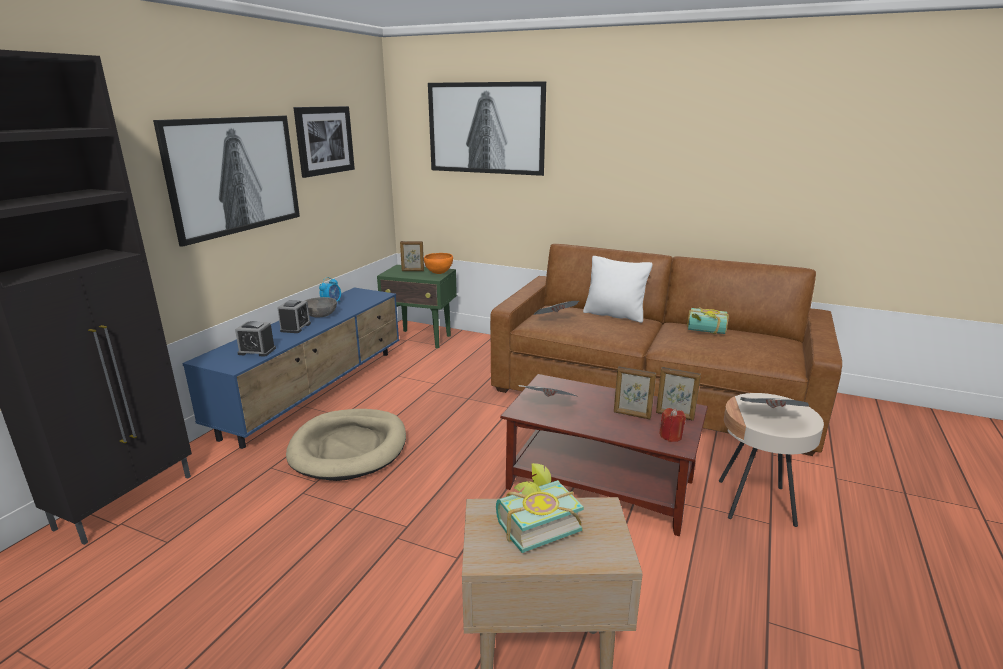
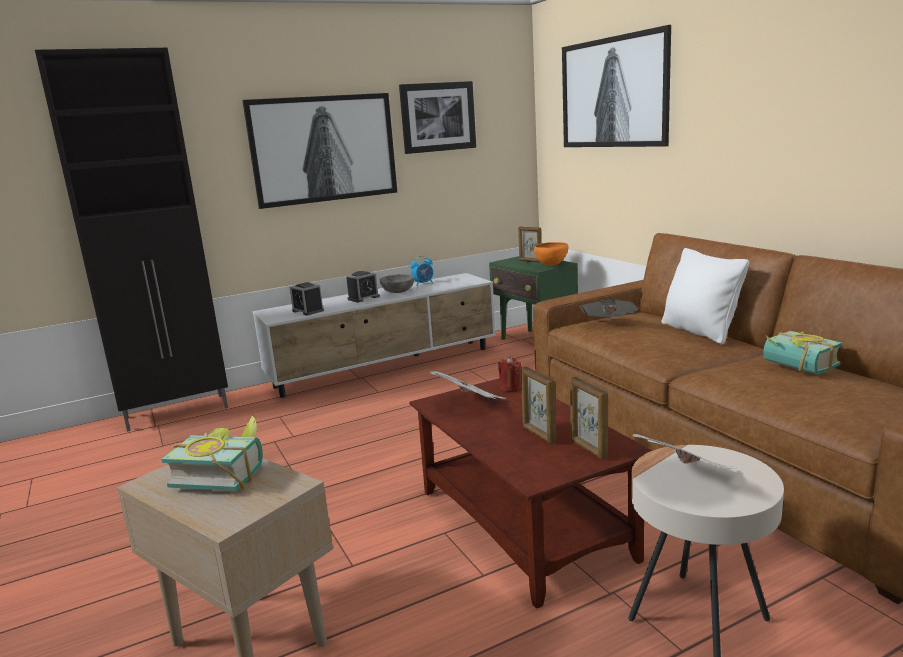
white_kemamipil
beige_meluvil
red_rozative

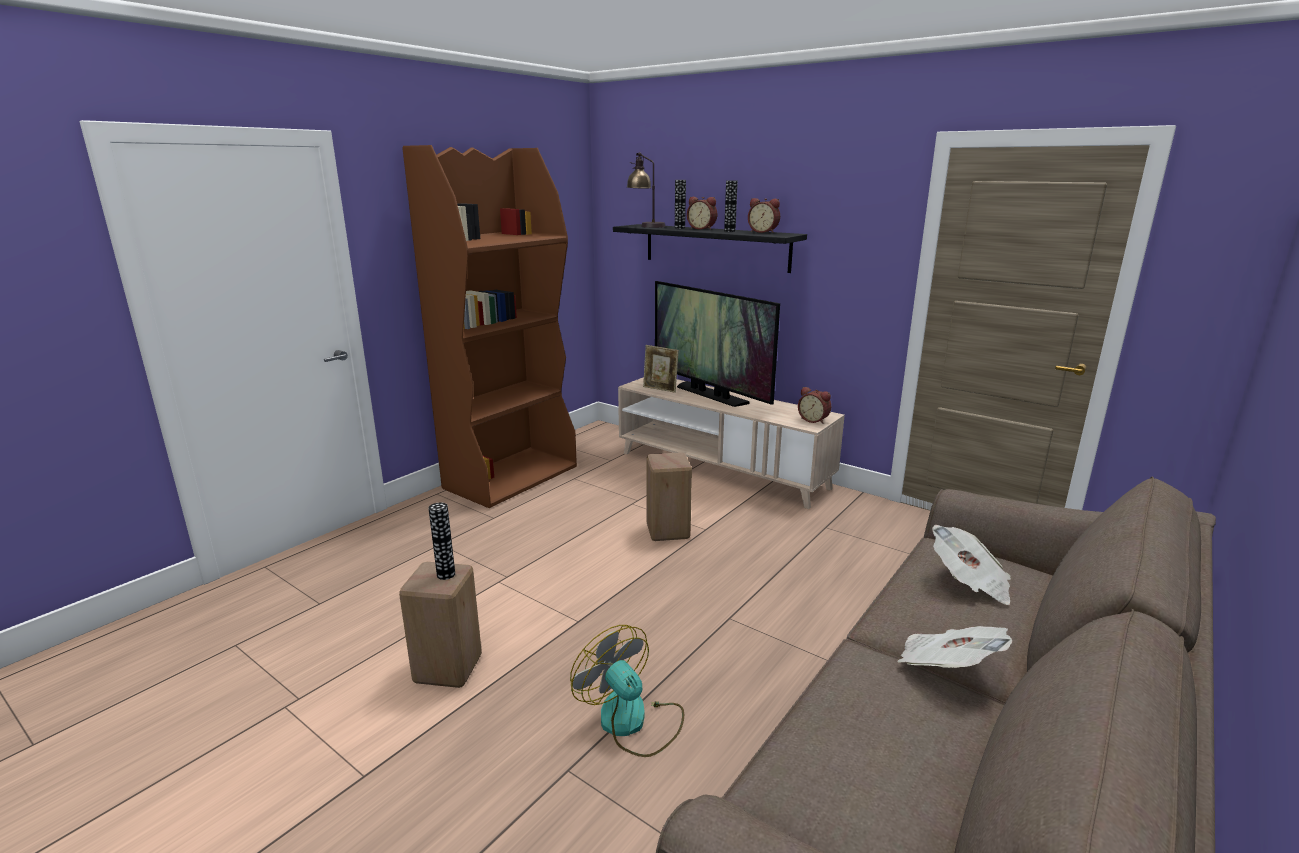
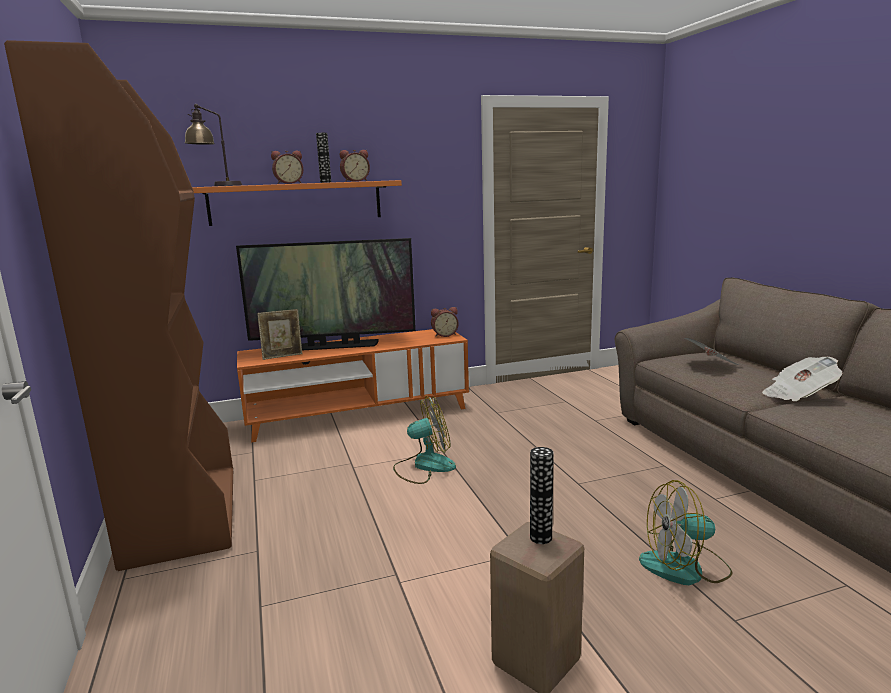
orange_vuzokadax
orange_kemamipil
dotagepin (1st from left)
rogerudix (2nd from left in the first image)

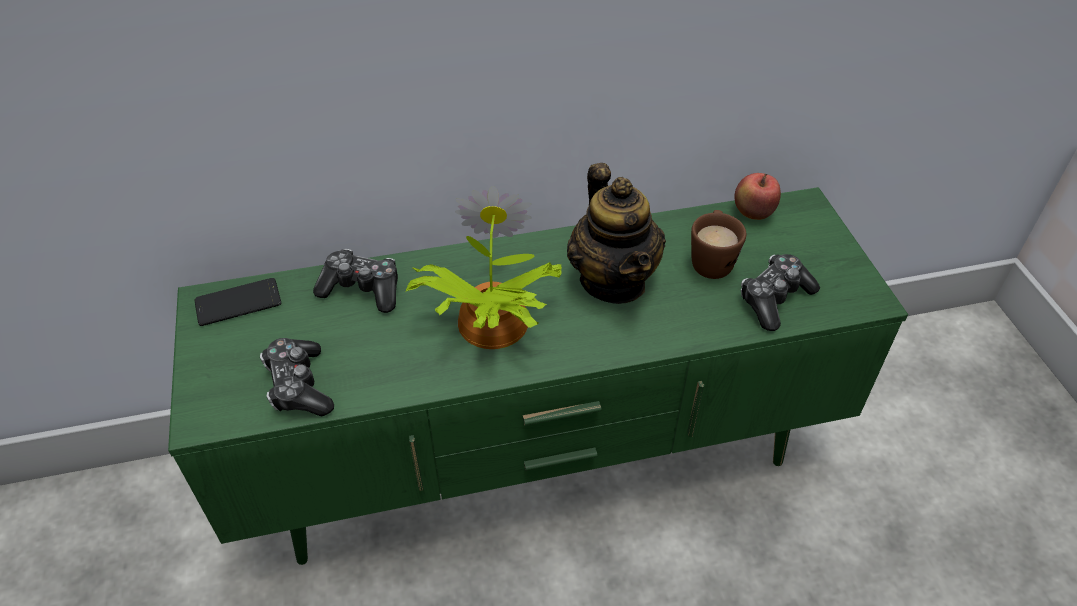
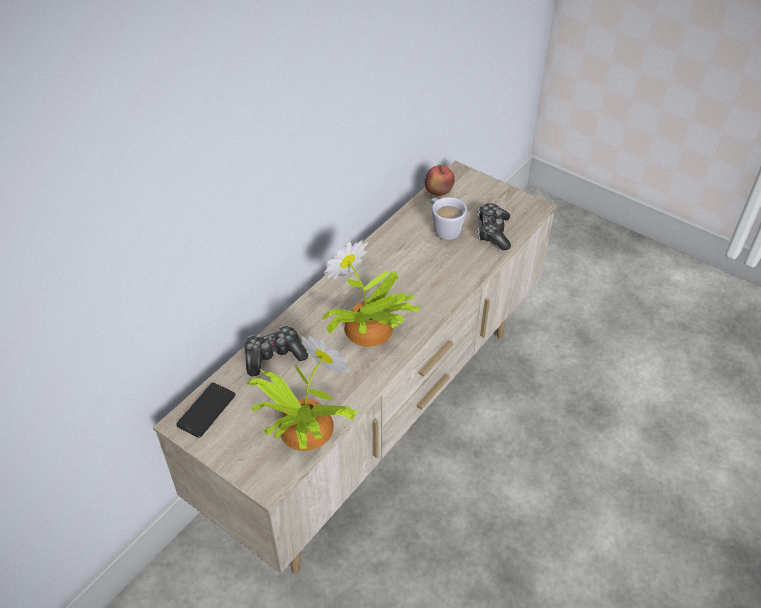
beige_kemamipil
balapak (1st from left)
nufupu
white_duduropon

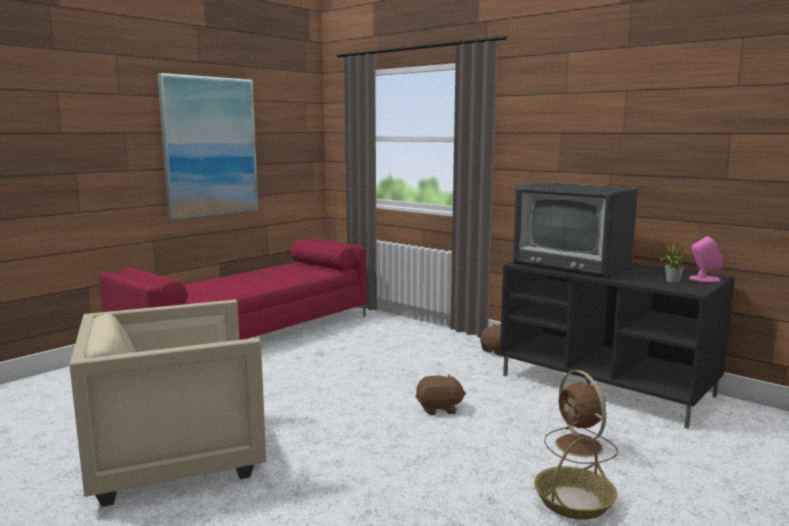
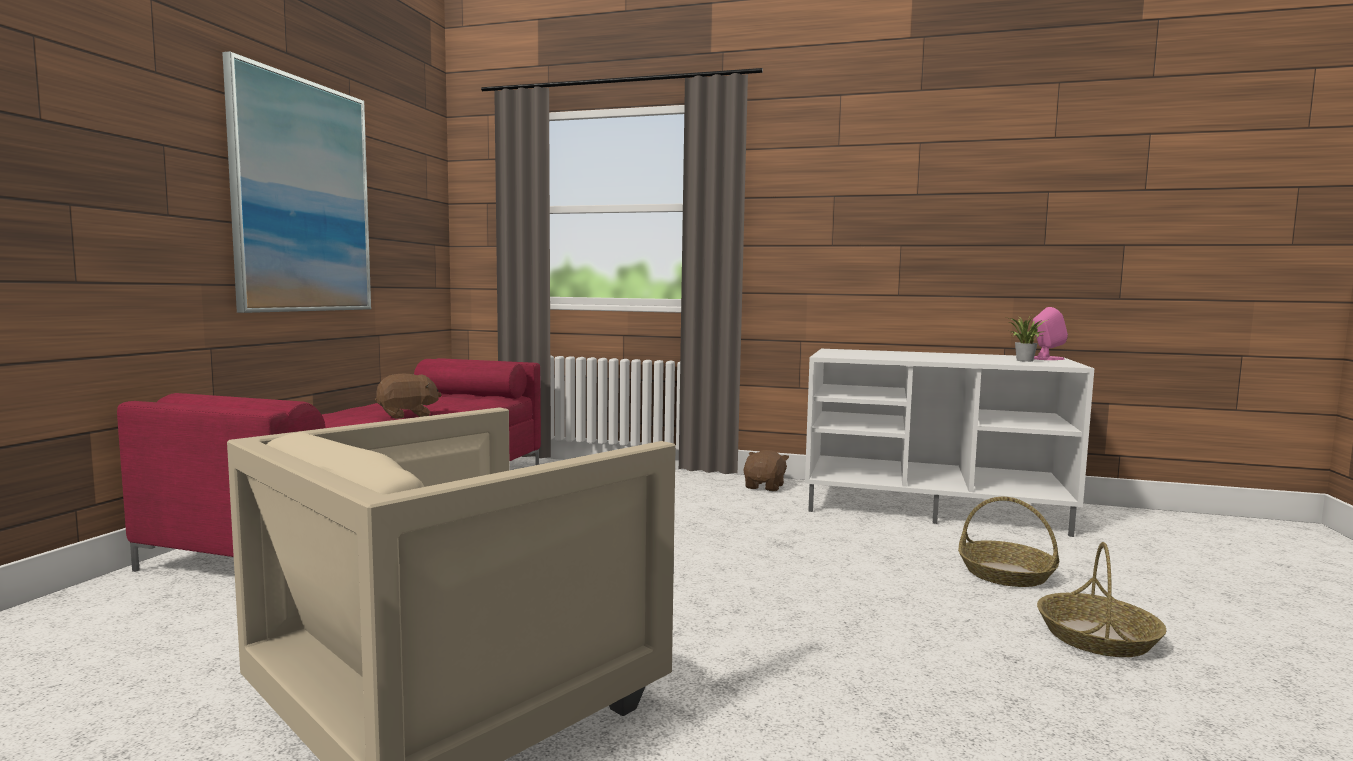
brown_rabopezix (1st from left)
white_kemamipil
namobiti
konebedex (1st from left)

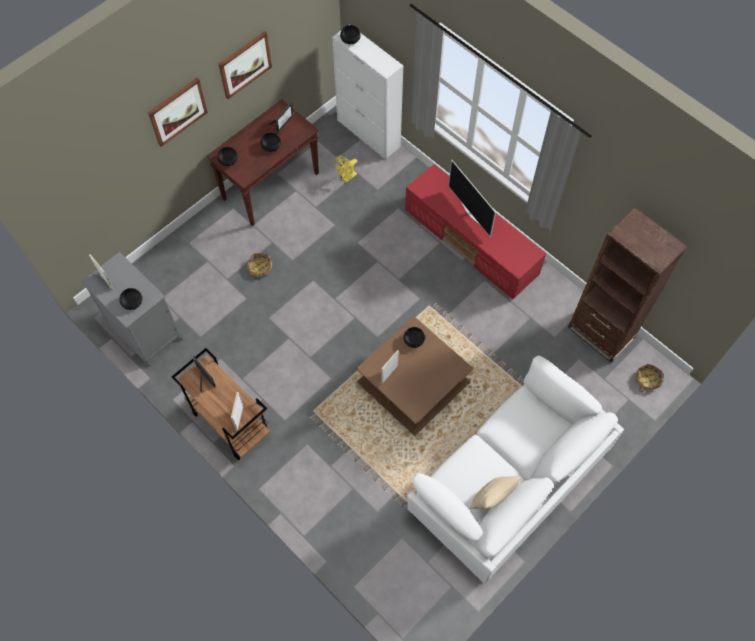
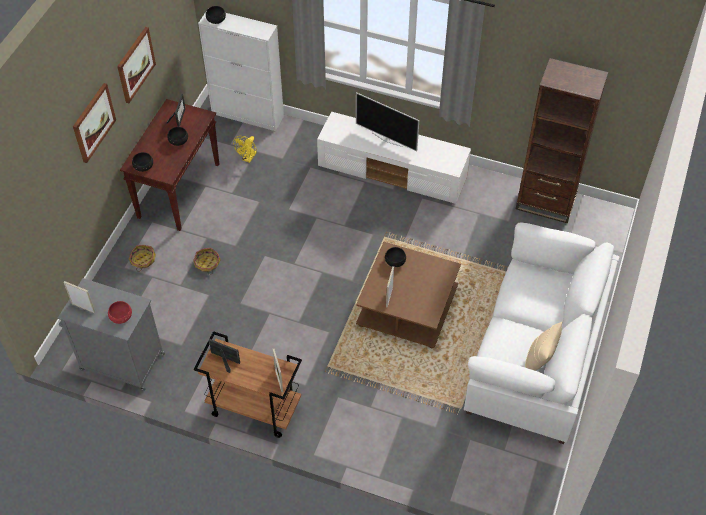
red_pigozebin
white_kemamipil
konebedex (1st from left)

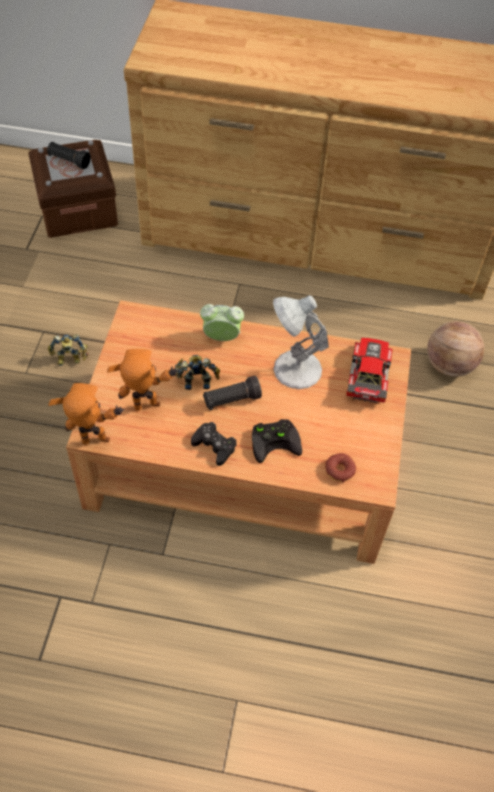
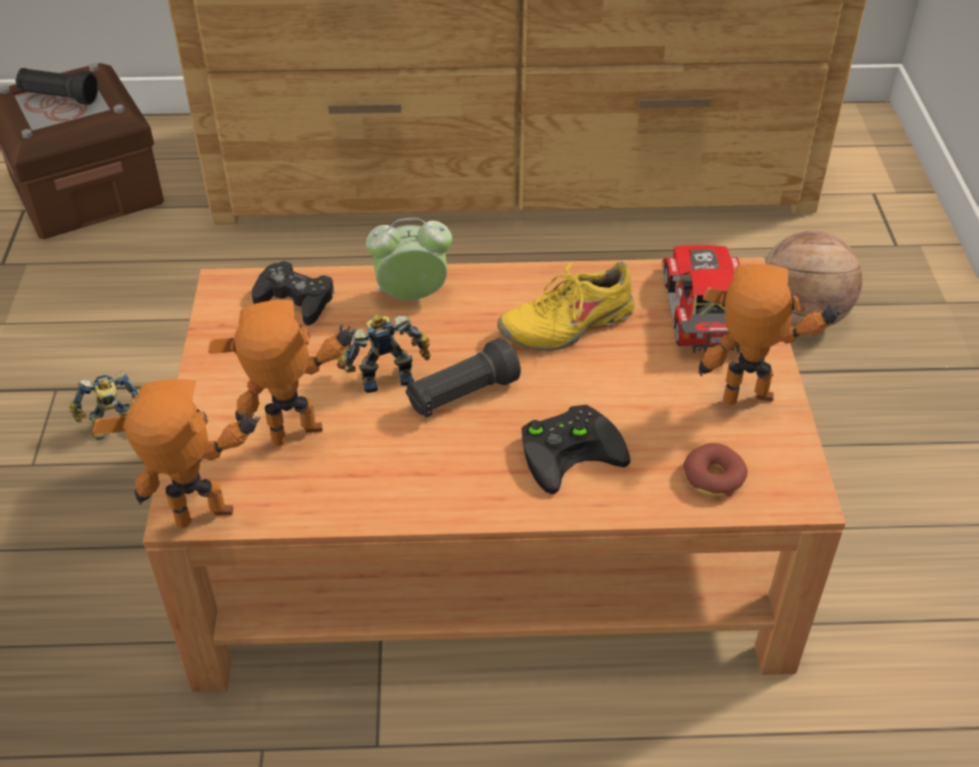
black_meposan (1st from left)
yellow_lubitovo
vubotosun (5th from left)

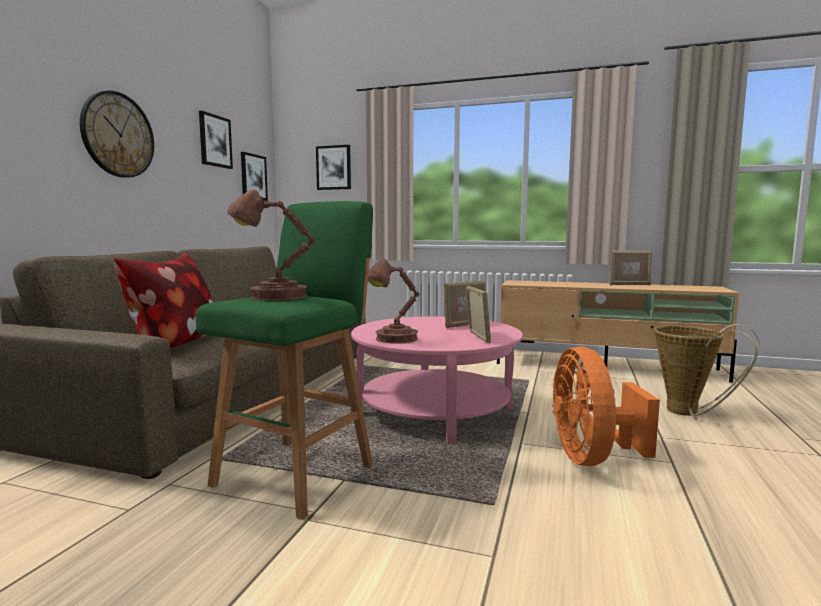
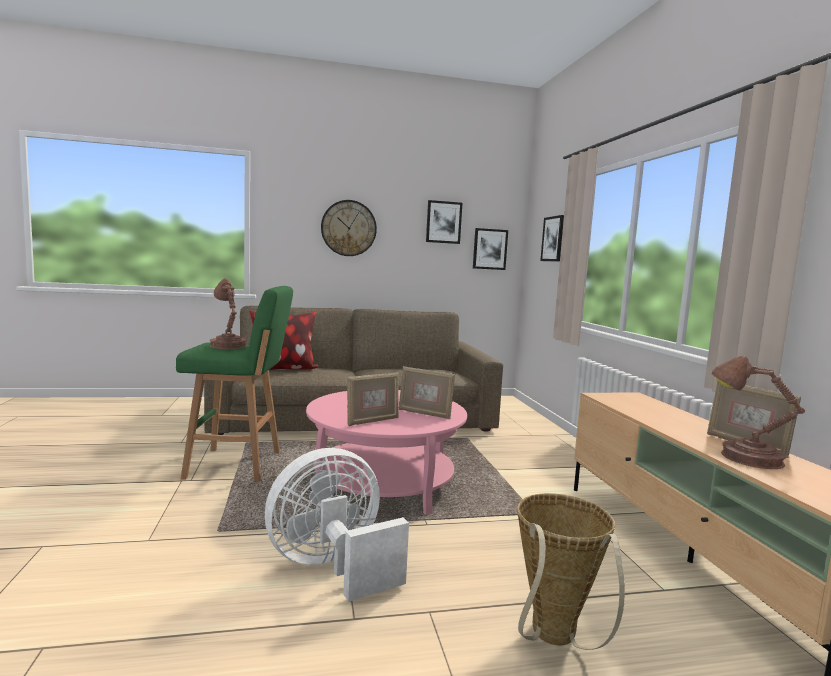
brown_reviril (2nd from left)
white_dotagepin

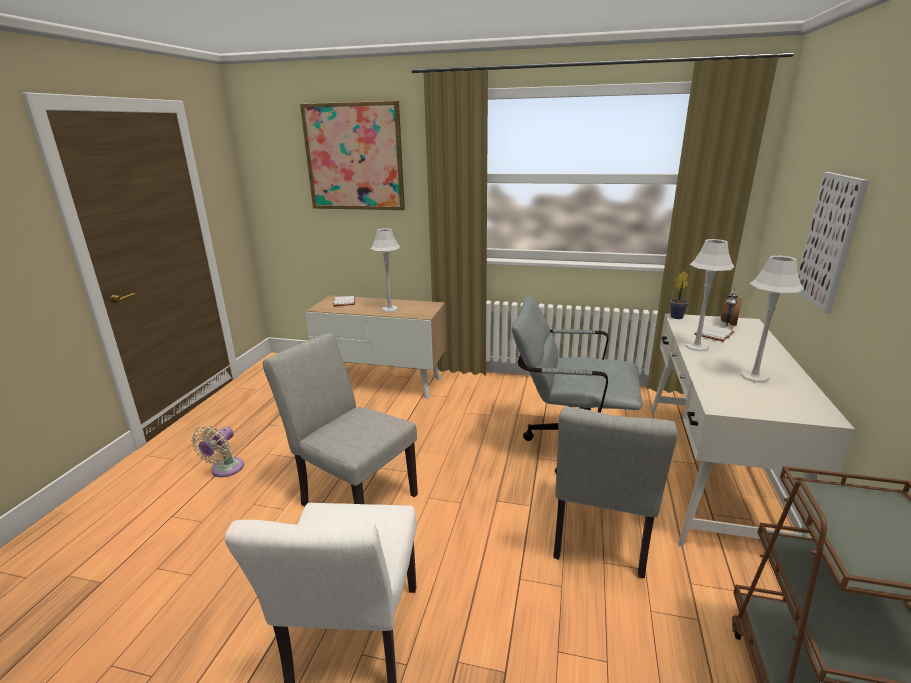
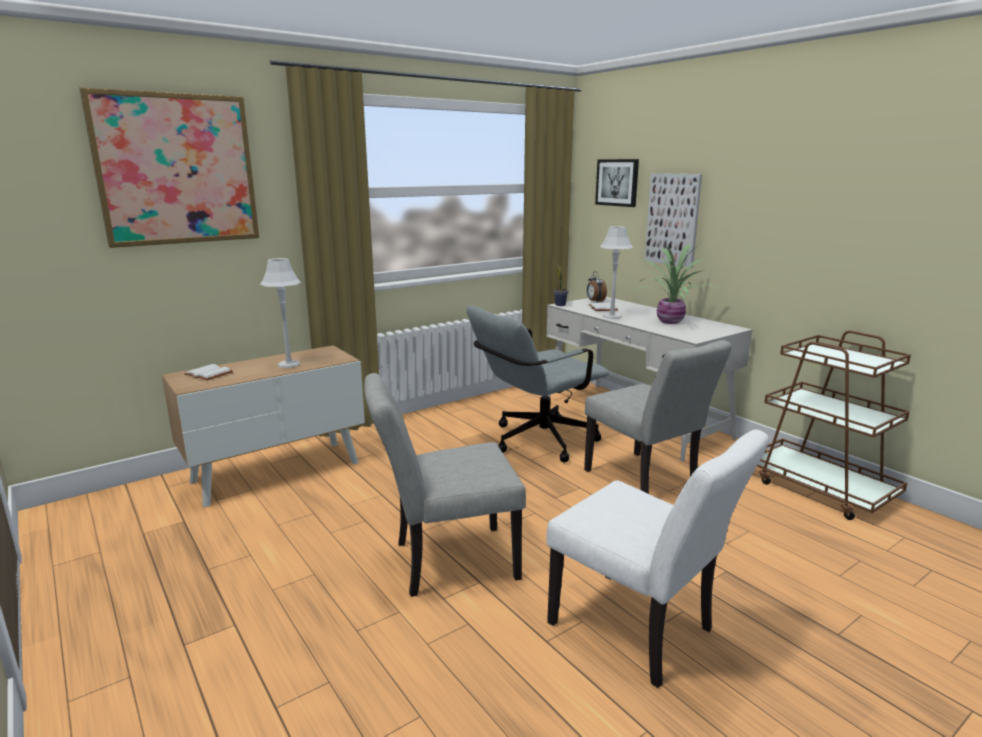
beige_dotagepin
balapak (2nd from left)
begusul (2nd from left)

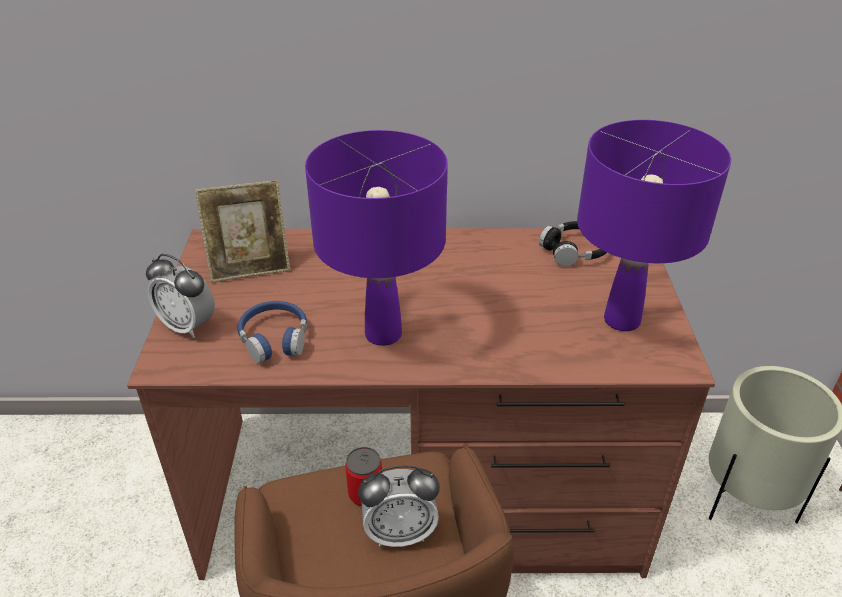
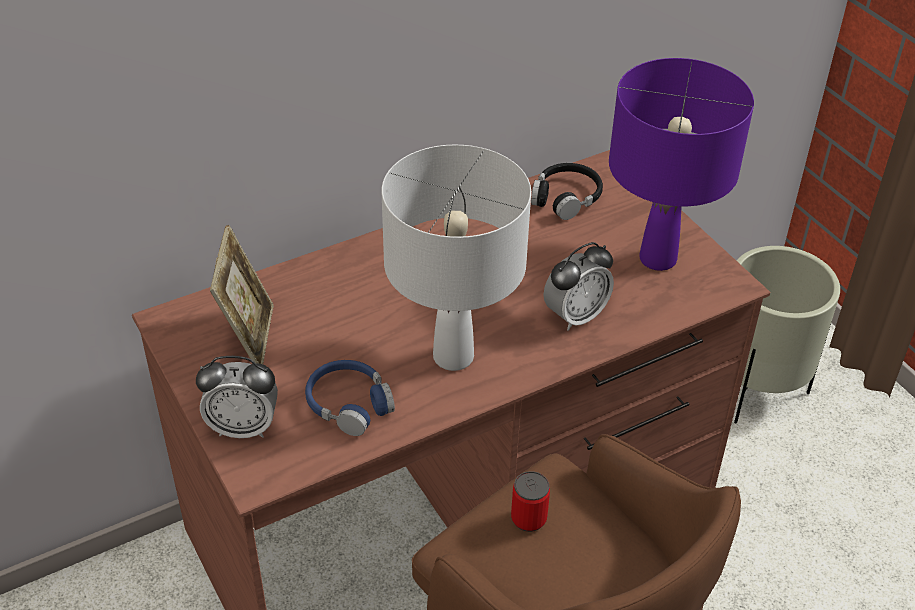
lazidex
white_reviril
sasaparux (2nd from left)

